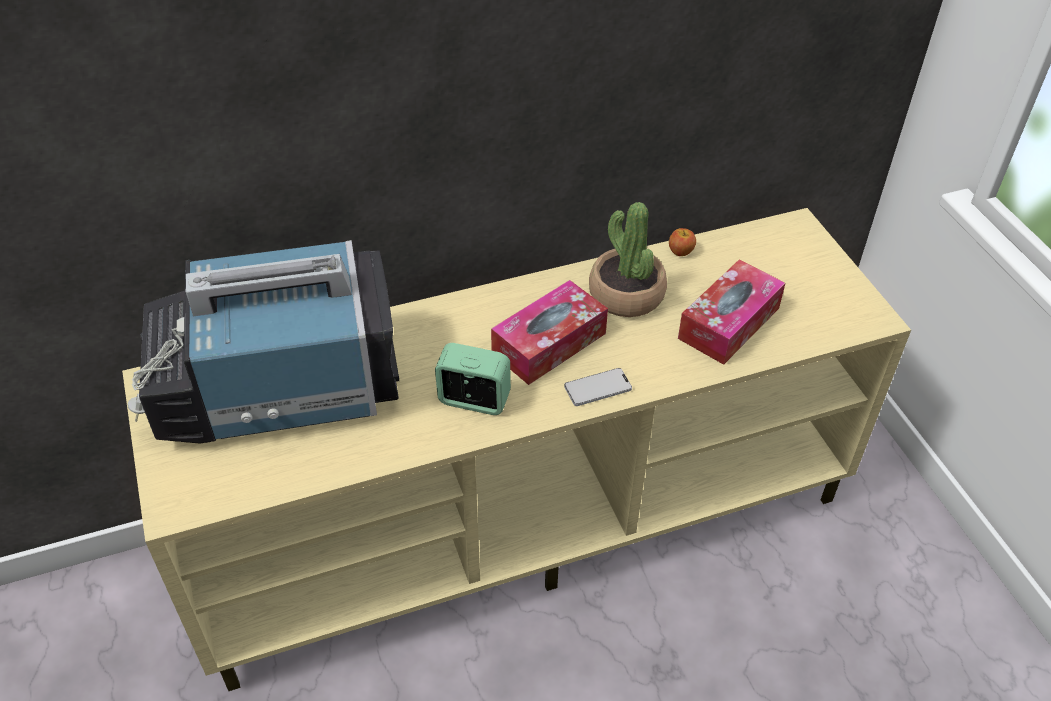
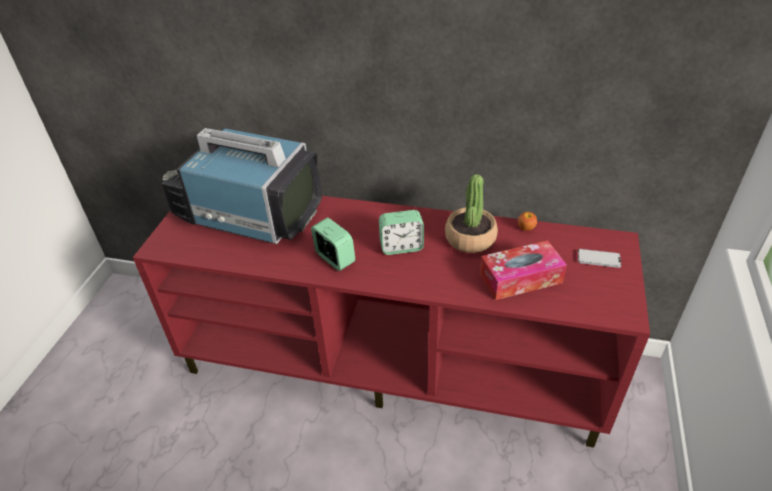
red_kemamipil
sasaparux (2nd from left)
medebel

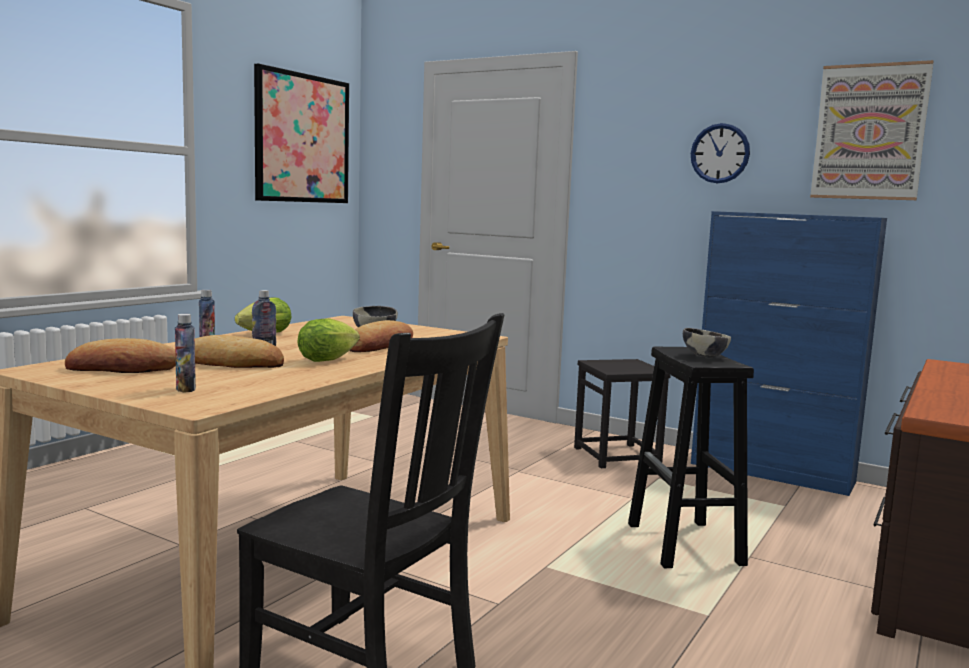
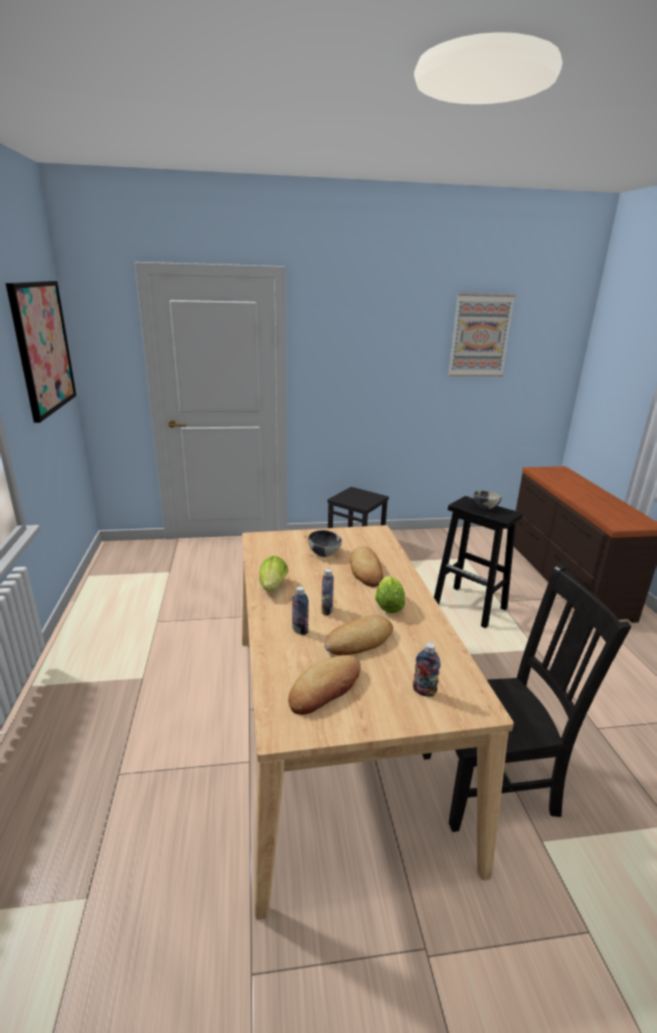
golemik
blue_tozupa

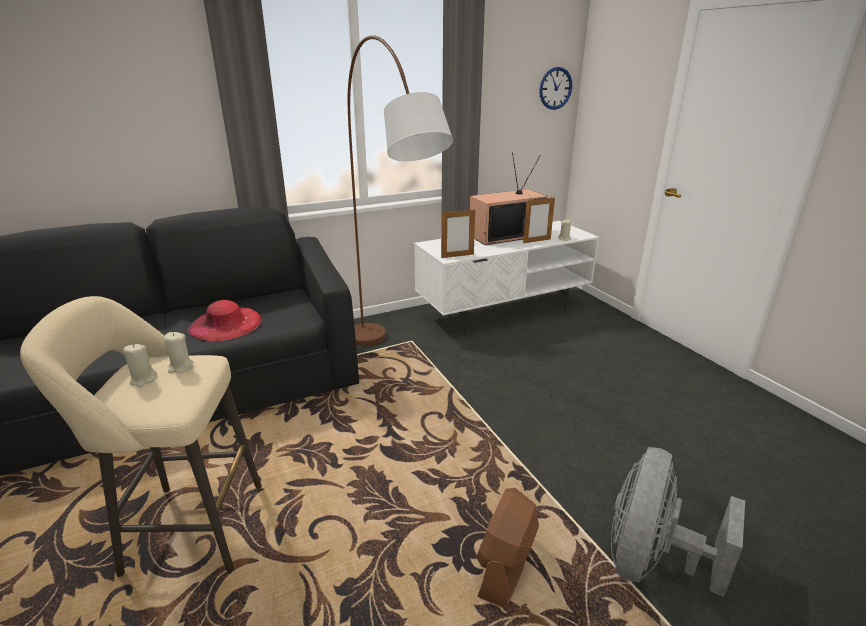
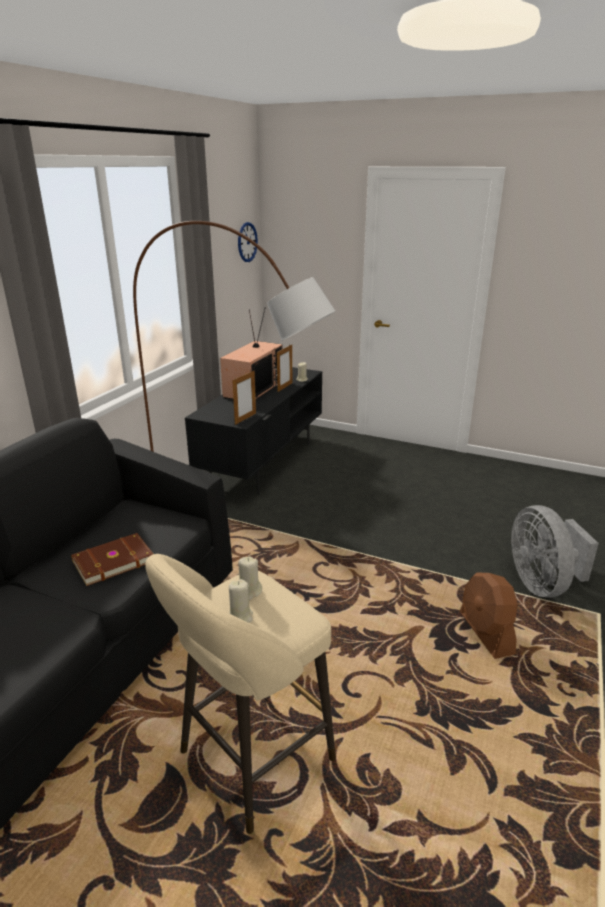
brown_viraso
black_kemamipil

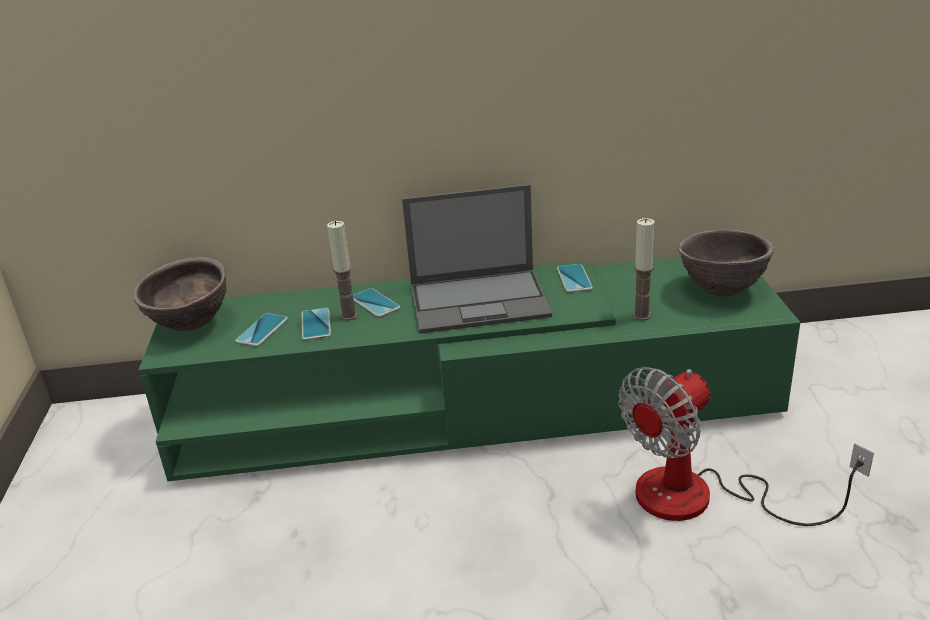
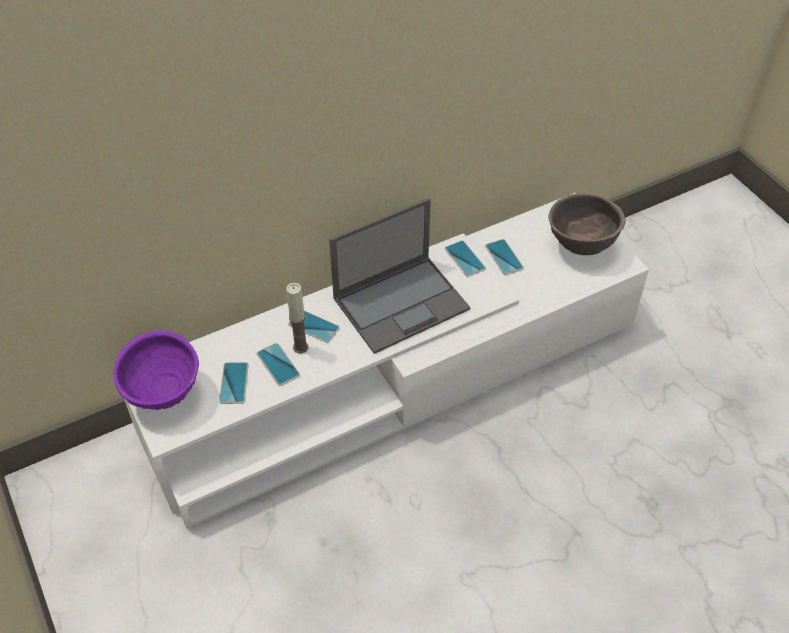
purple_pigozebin
white_kemamipil
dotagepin
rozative (2nd from left in the first image)
medebel (5th from left)

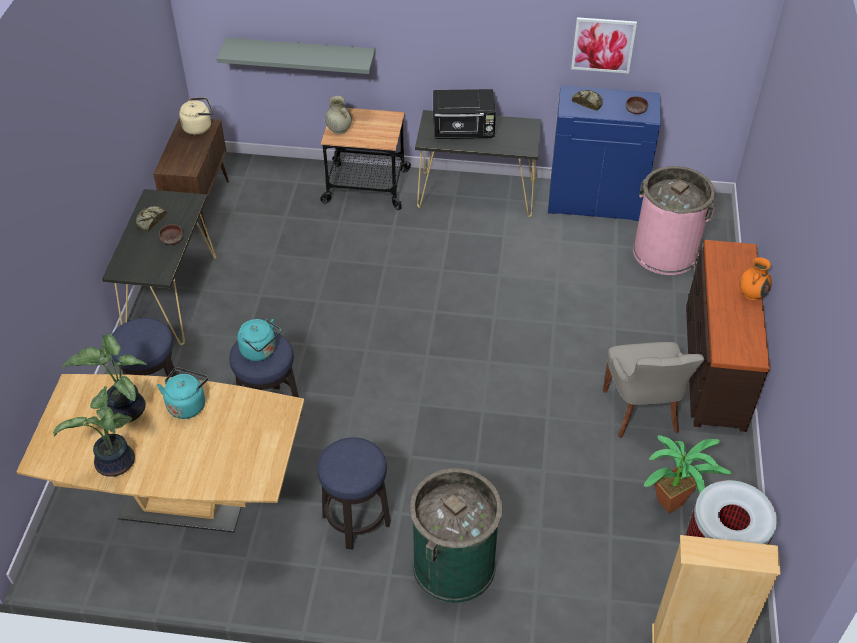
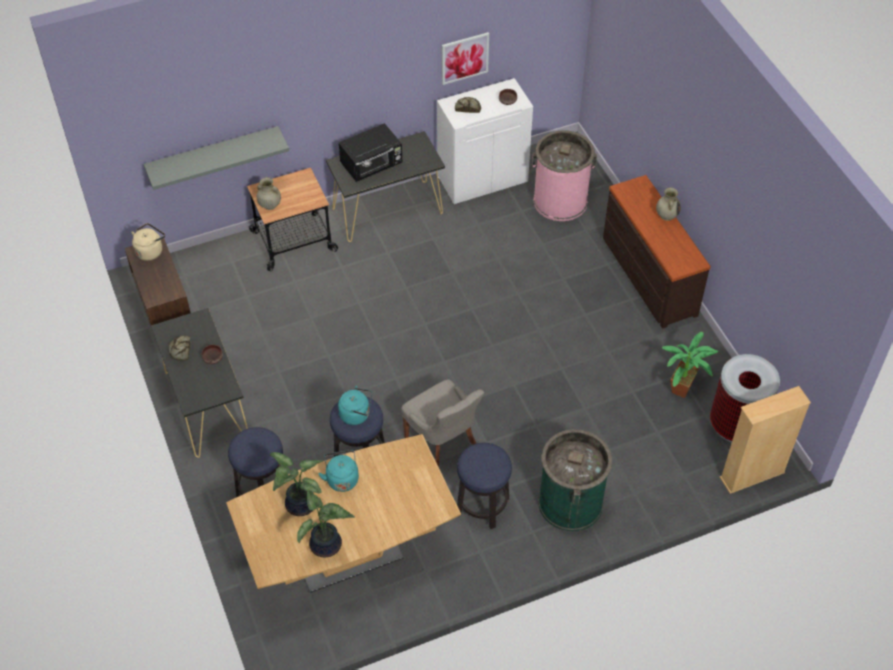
white_tozupa
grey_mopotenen
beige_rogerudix (2nd from left)

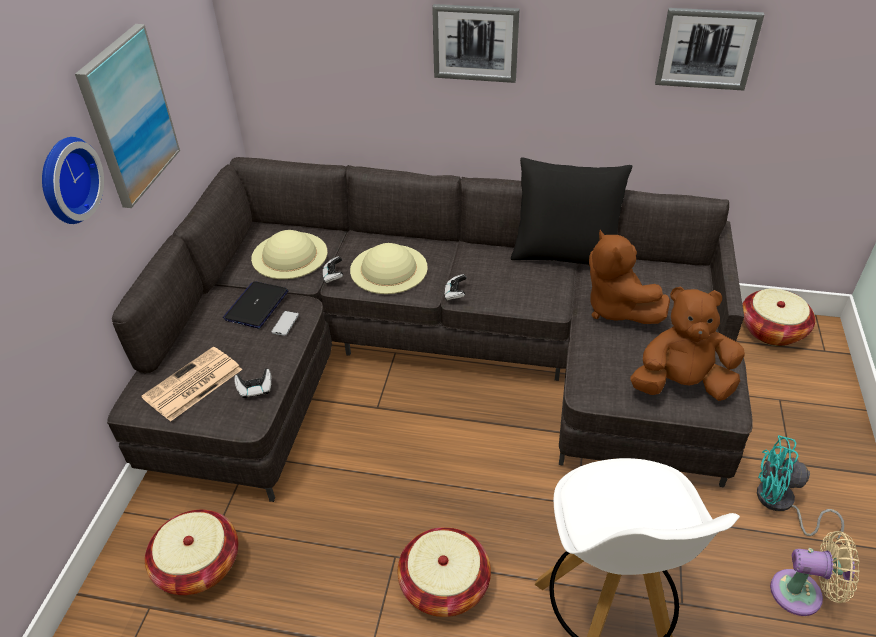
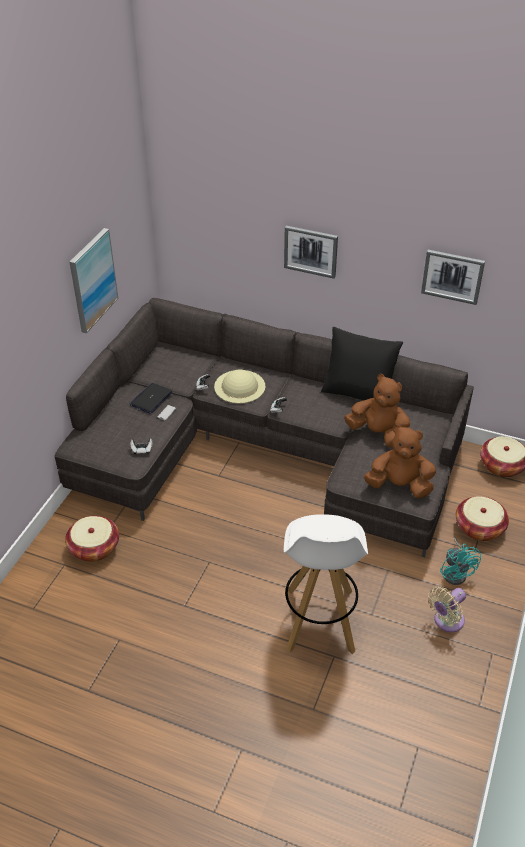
golemik
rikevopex
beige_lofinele (1st from left in the first image)
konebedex (2nd from left)
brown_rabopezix (1st from left)
turquoise_dotagepin
beige_dotagepin

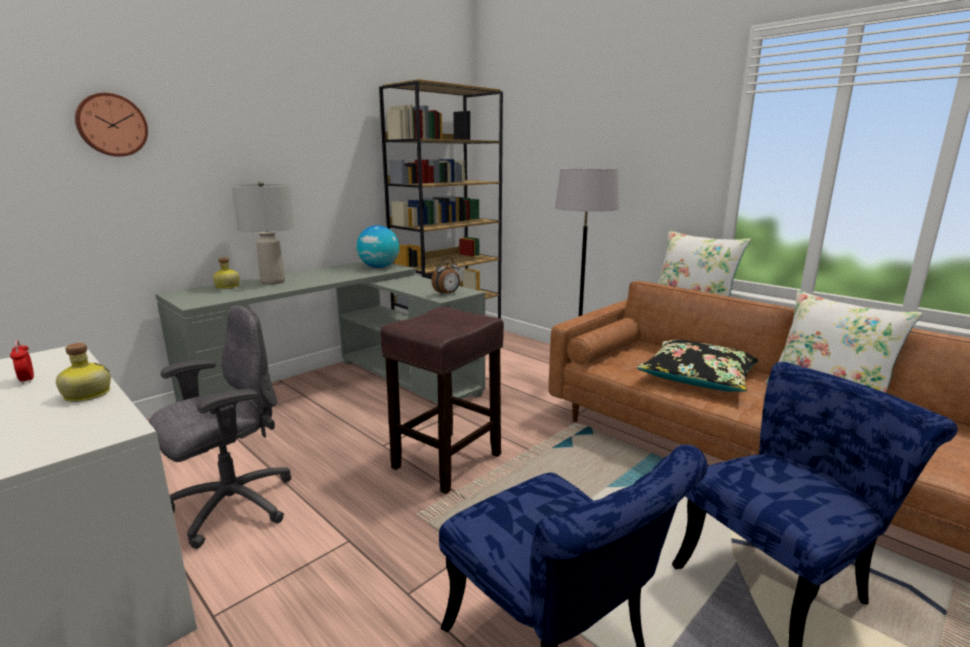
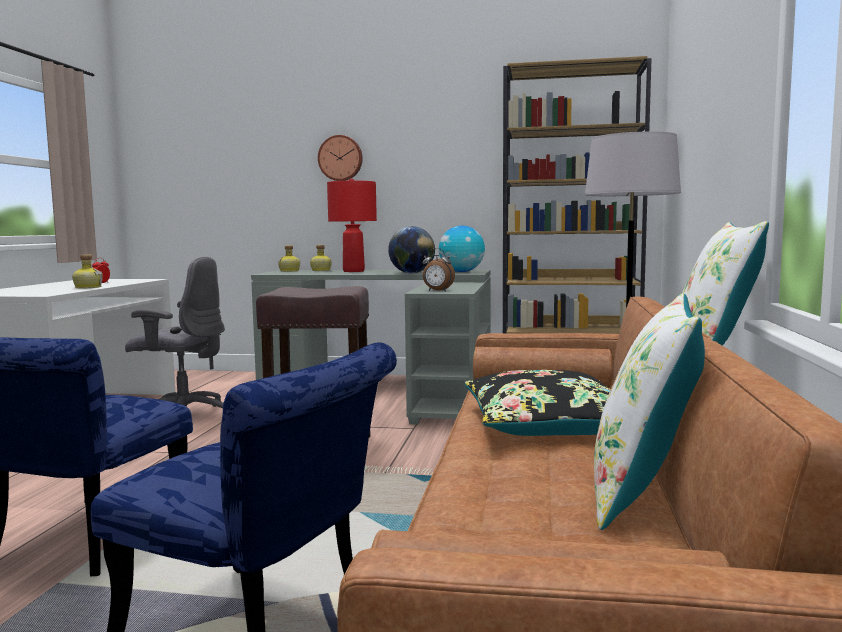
golemik
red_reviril
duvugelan (2nd from left)
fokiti (1st from left)

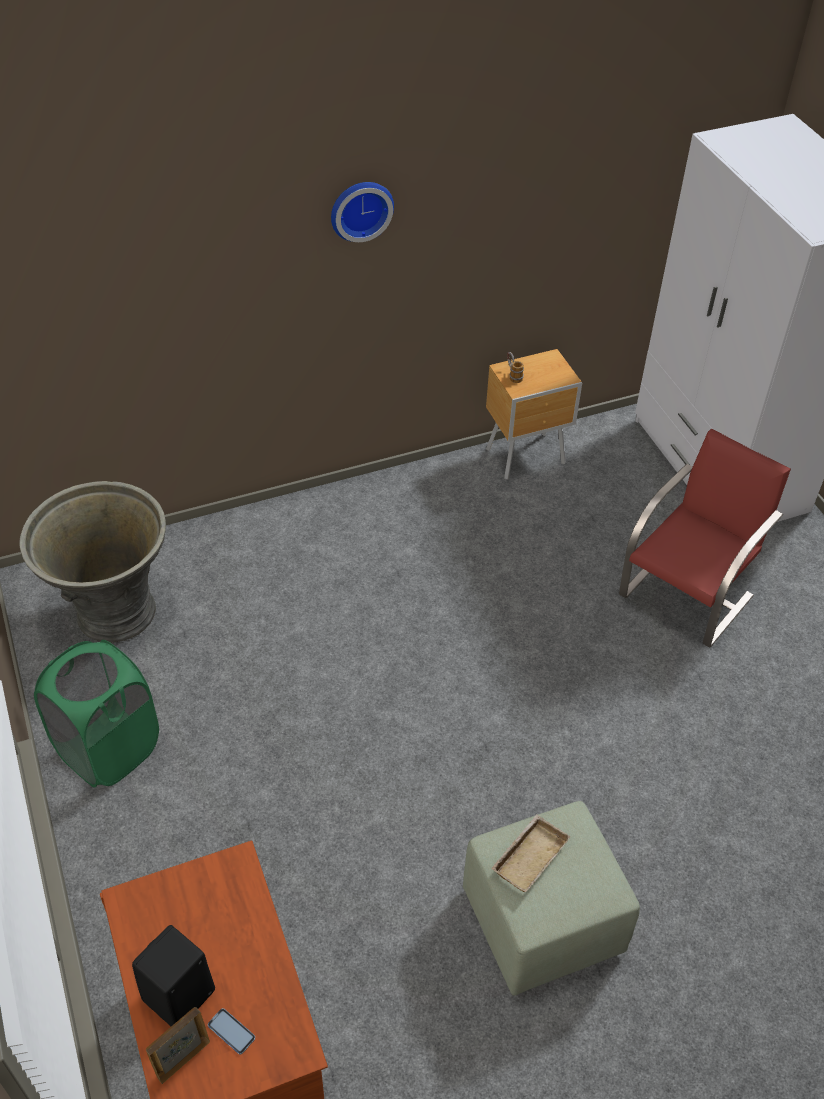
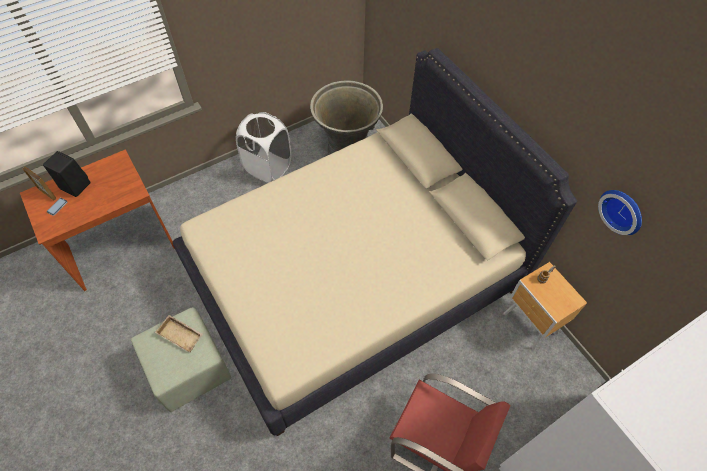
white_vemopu
golemik
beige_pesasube

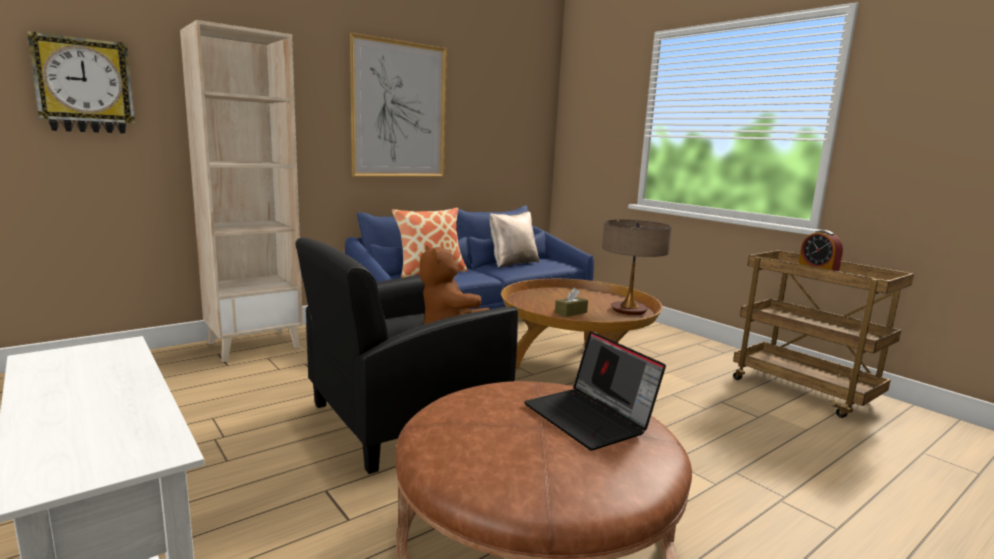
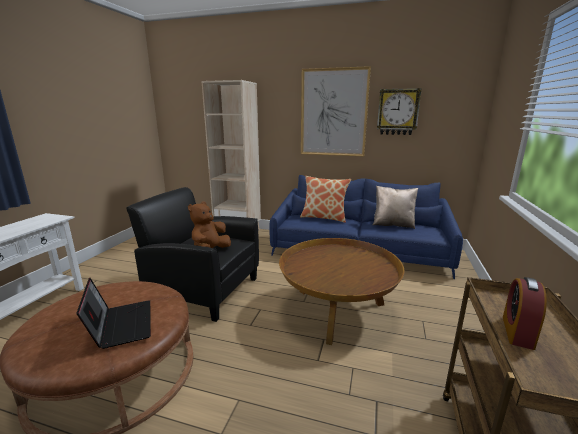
golemik
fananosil
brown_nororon
reviril

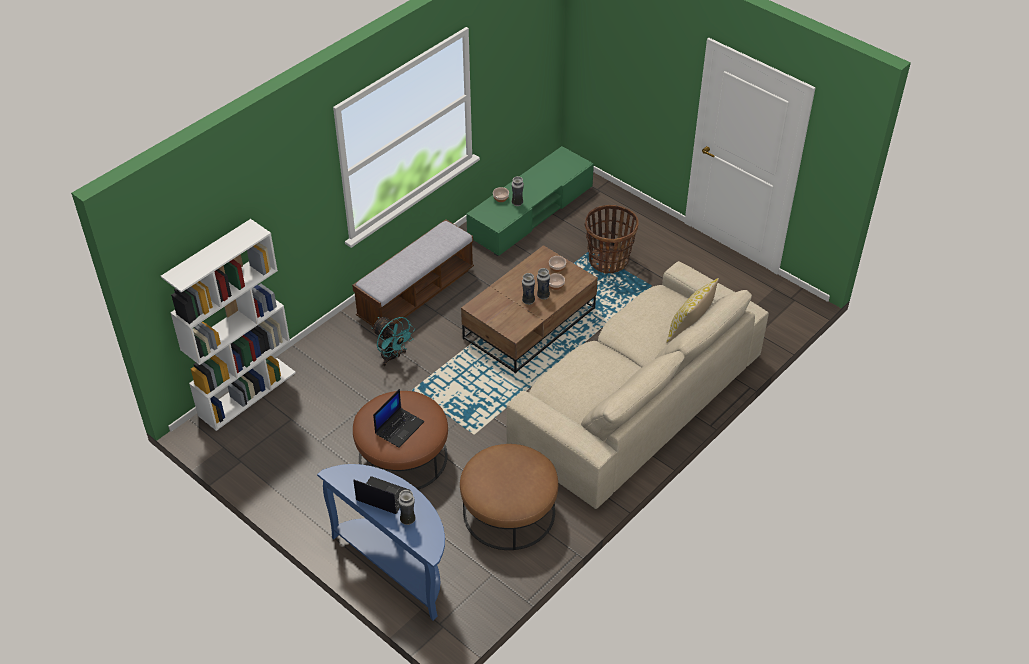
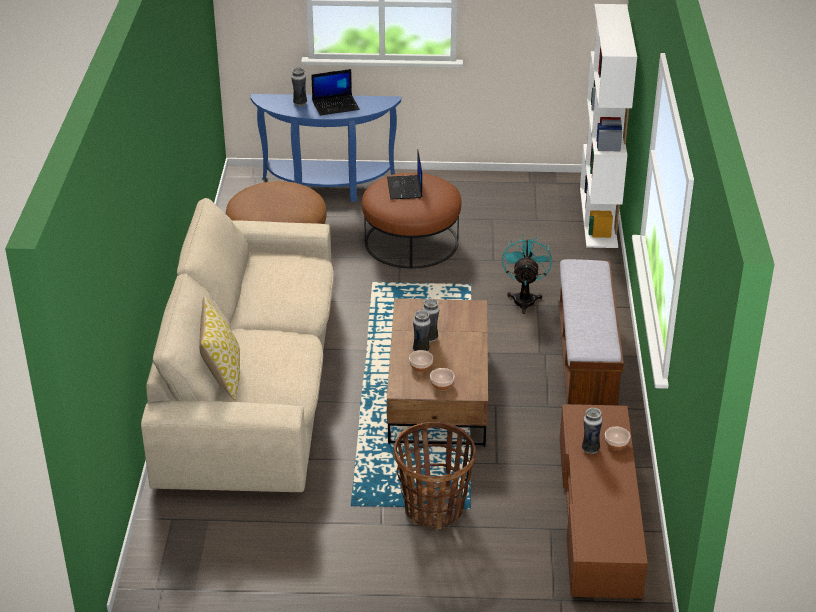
turquoise_dotagepin
brown_kemamipil

